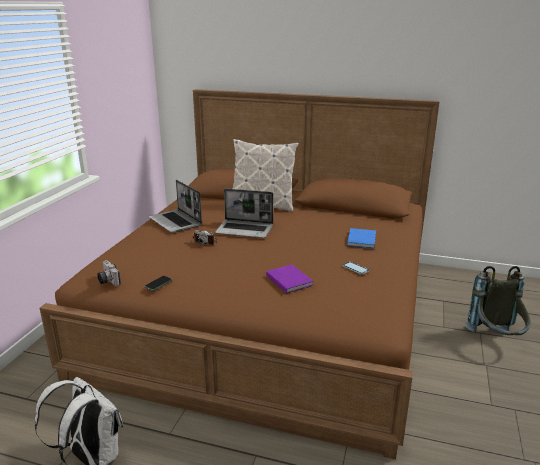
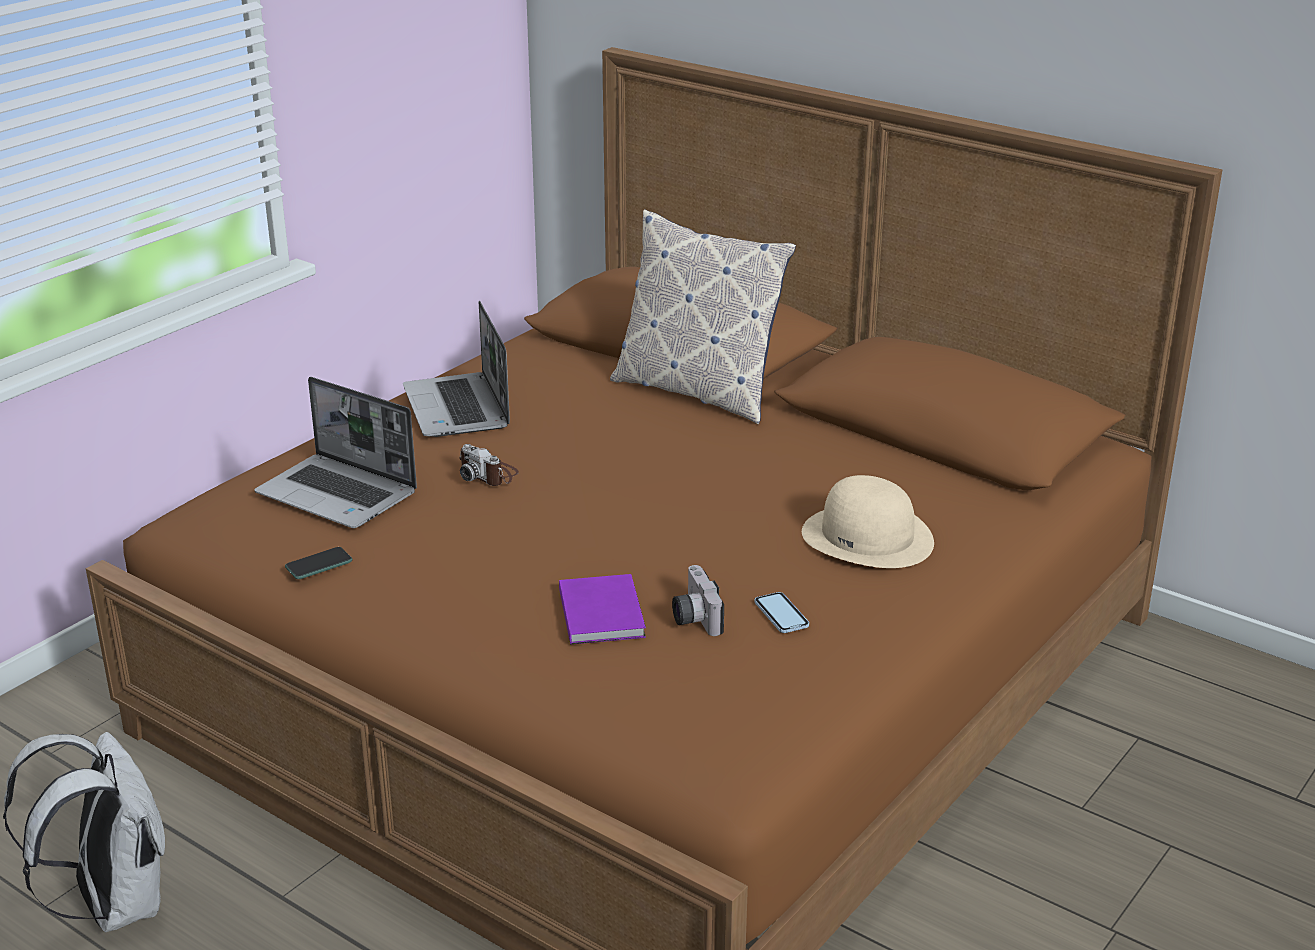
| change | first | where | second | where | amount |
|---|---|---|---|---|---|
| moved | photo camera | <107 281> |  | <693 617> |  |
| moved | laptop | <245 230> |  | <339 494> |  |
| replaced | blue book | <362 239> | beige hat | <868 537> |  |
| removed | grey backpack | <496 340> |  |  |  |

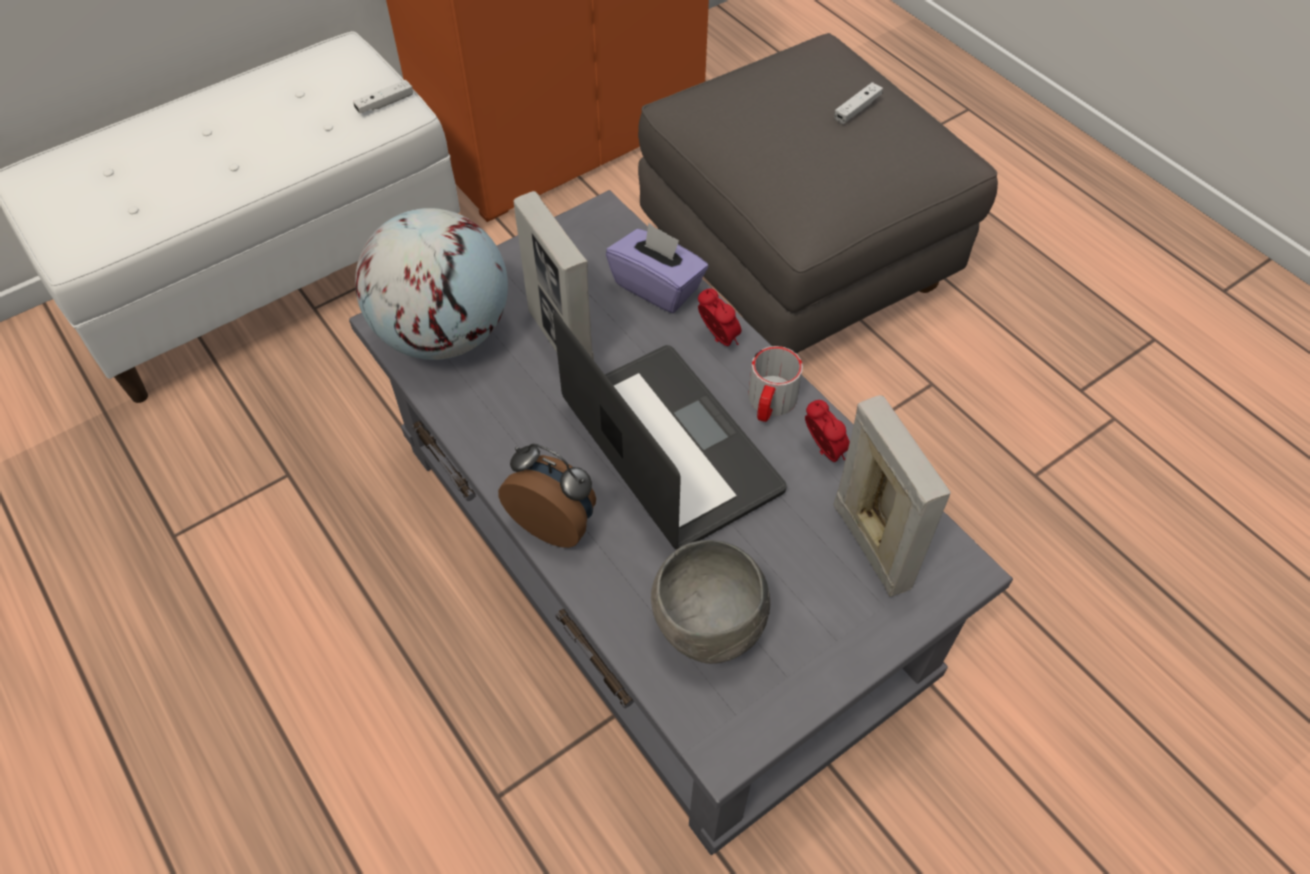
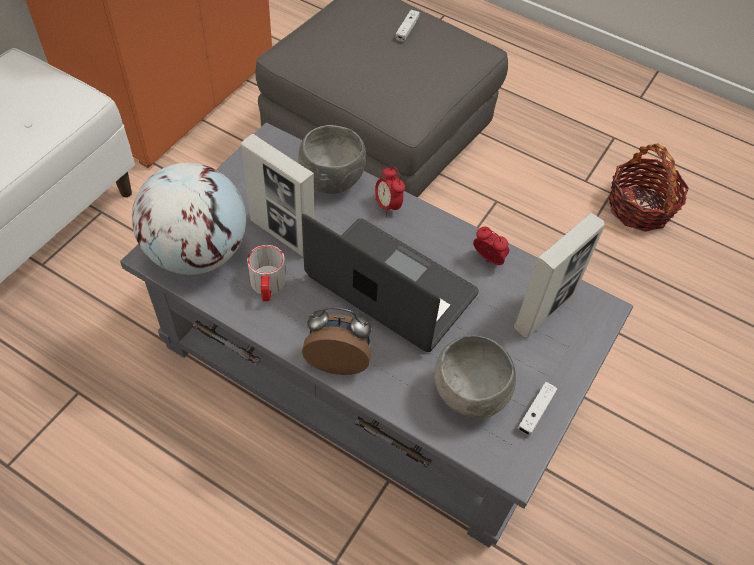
| change | first | where | second | where | amount |
|---|---|---|---|---|---|
| moved | white game controller | <385 103> |  | <536 412> |  |
| replaced | purple tissue box | <657 286> | grey bowl | <331 180> |  |
| turned | alarm clock | <718 339> |  | <388 206> | 150 degrees counterclockwise |
| moved | mug | <770 403> |  | <267 286> |  |
| turned | picture frame | <871 545> |  | <544 311> | 90 degrees clockwise |
| added |  |  | basket | <639 208> |  |

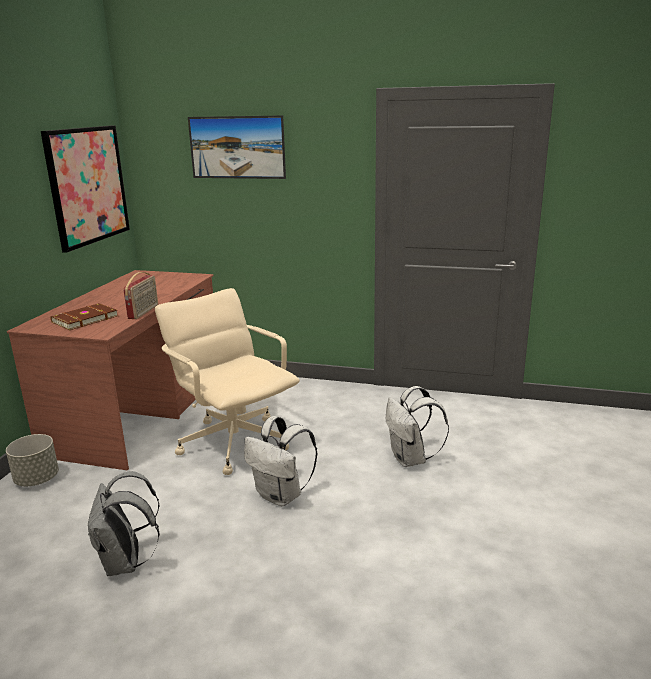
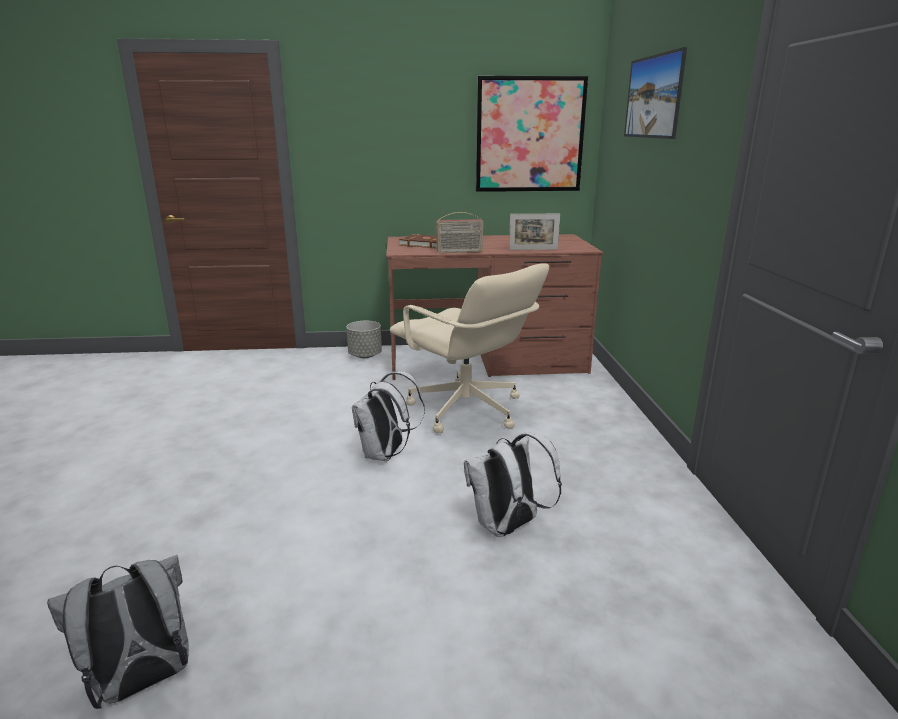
| change | first | where | second | where | amount |
|---|---|---|---|---|---|
| moved | grey backpack | <126 563> |  | <142 683> |  |
| turned | beige office chair | <234 442> |  | <466 410> | 105 degrees clockwise |
| added |  |  | picture frame | <533 249> |  |

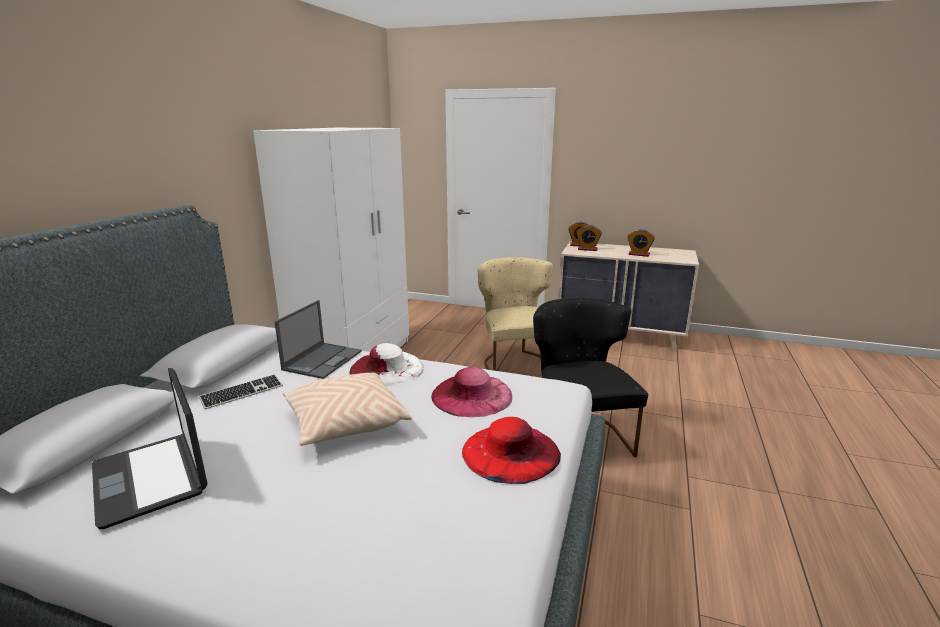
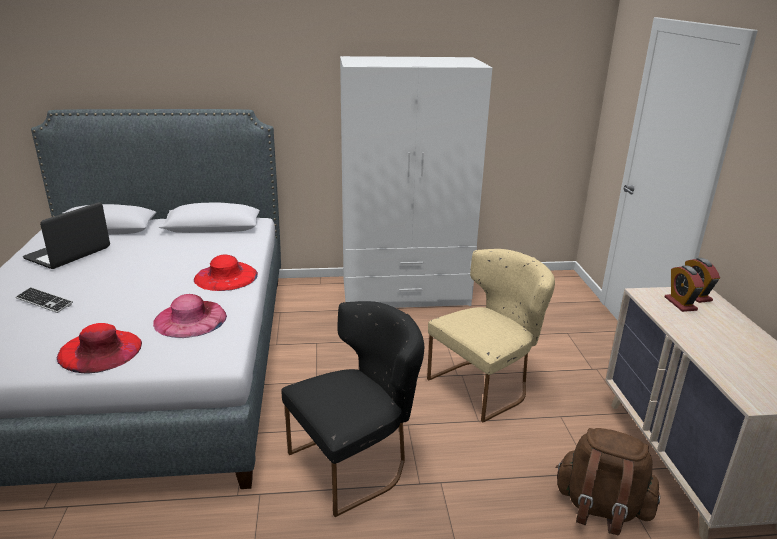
| change | first | where | second | where | amount |
|---|---|---|---|---|---|
| moved | keyboard | <242 393> |  | <44 301> |  |
| removed | laptop | <323 360> |  |  |  |
| removed | beige pillow | <345 423> |  |  |  |
| recoloured | white hat | <386 369> | red hat | <226 276> |  |
| removed | alarm clock | <639 254> |  |  |  |
| added |  |  | brown backpack | <601 508> |  |

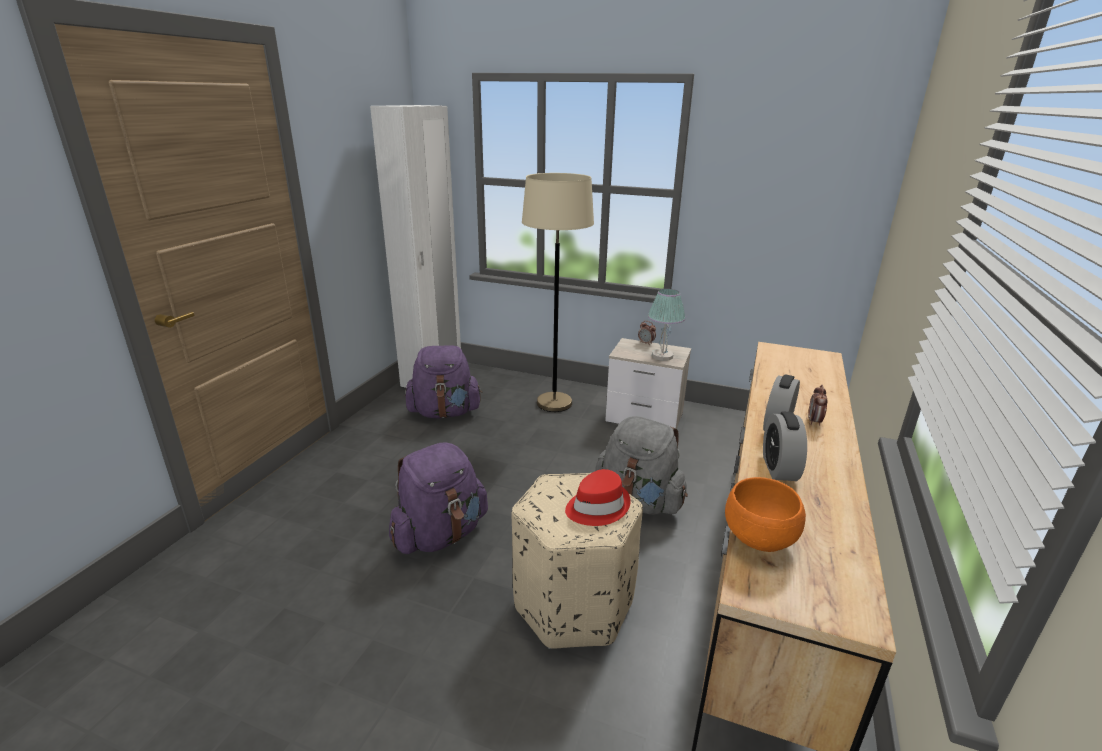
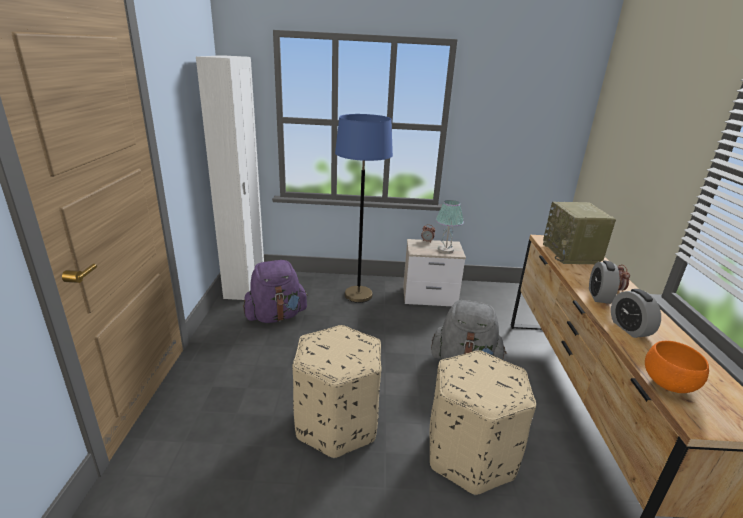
| change | first | where | second | where | amount |
|---|---|---|---|---|---|
| replaced | purple backpack | <440 534> | beige ottoman | <337 423> |  |
| recoloured | beige floor lamp | <554 403> | blue floor lamp | <358 295> |  |
| removed | red hat | <597 507> |  |  |  |
| added |  |  | radio | <572 254> |  |

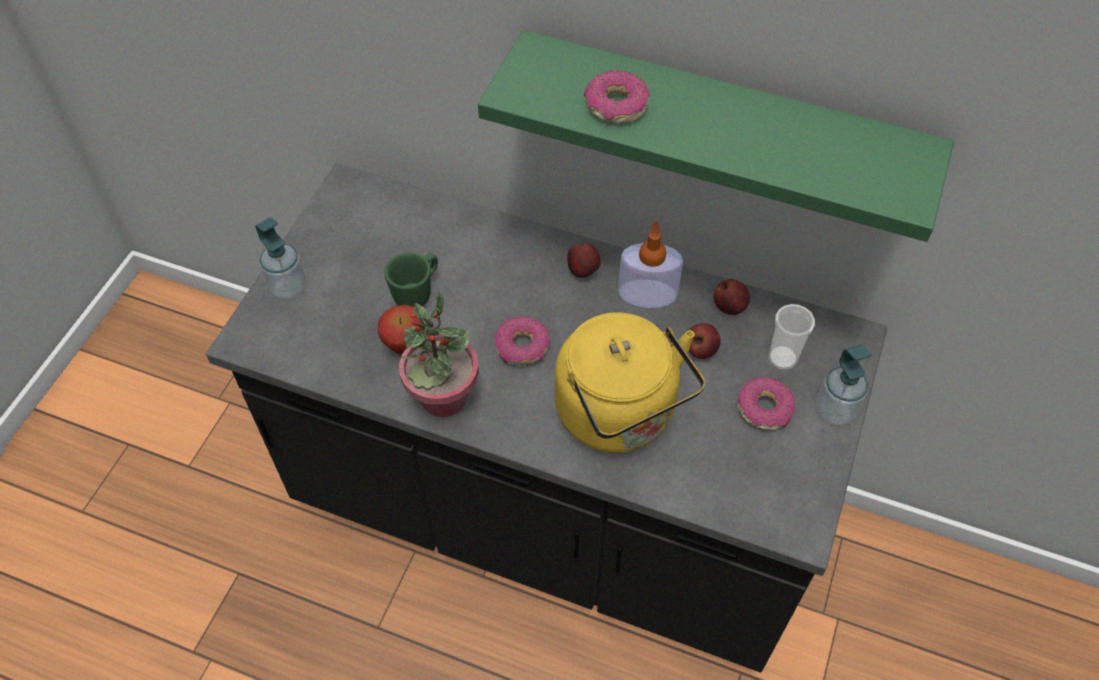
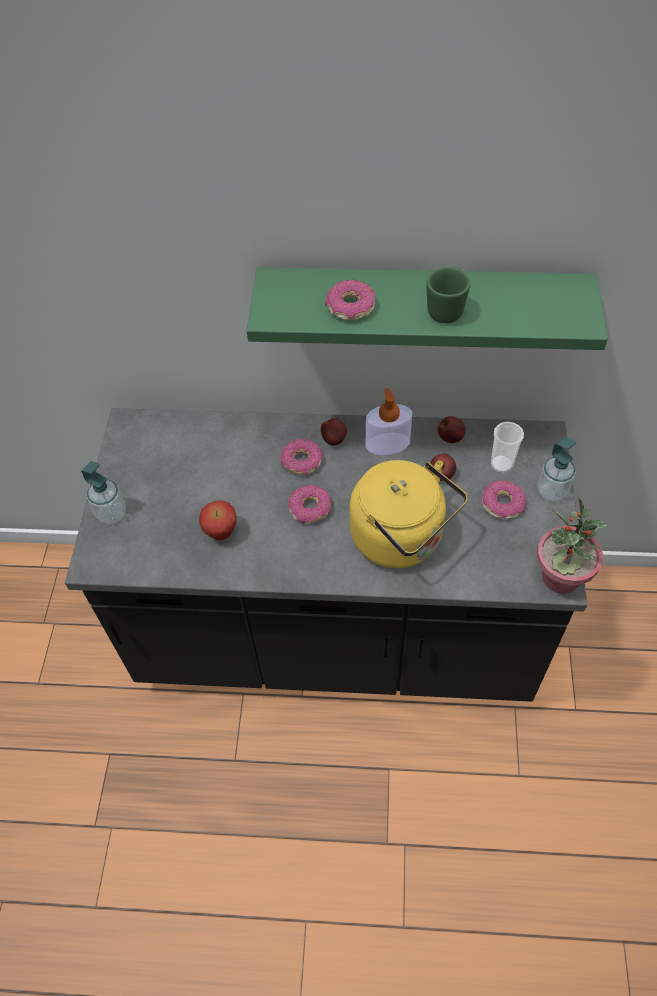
| change | first | where | second | where | amount |
|---|---|---|---|---|---|
| moved | green mug | <417 292> |  | <447 308> |  |
| moved | potted plant | <443 398> |  | <560 578> |  |
| added |  |  | donut | <302 462> |  |

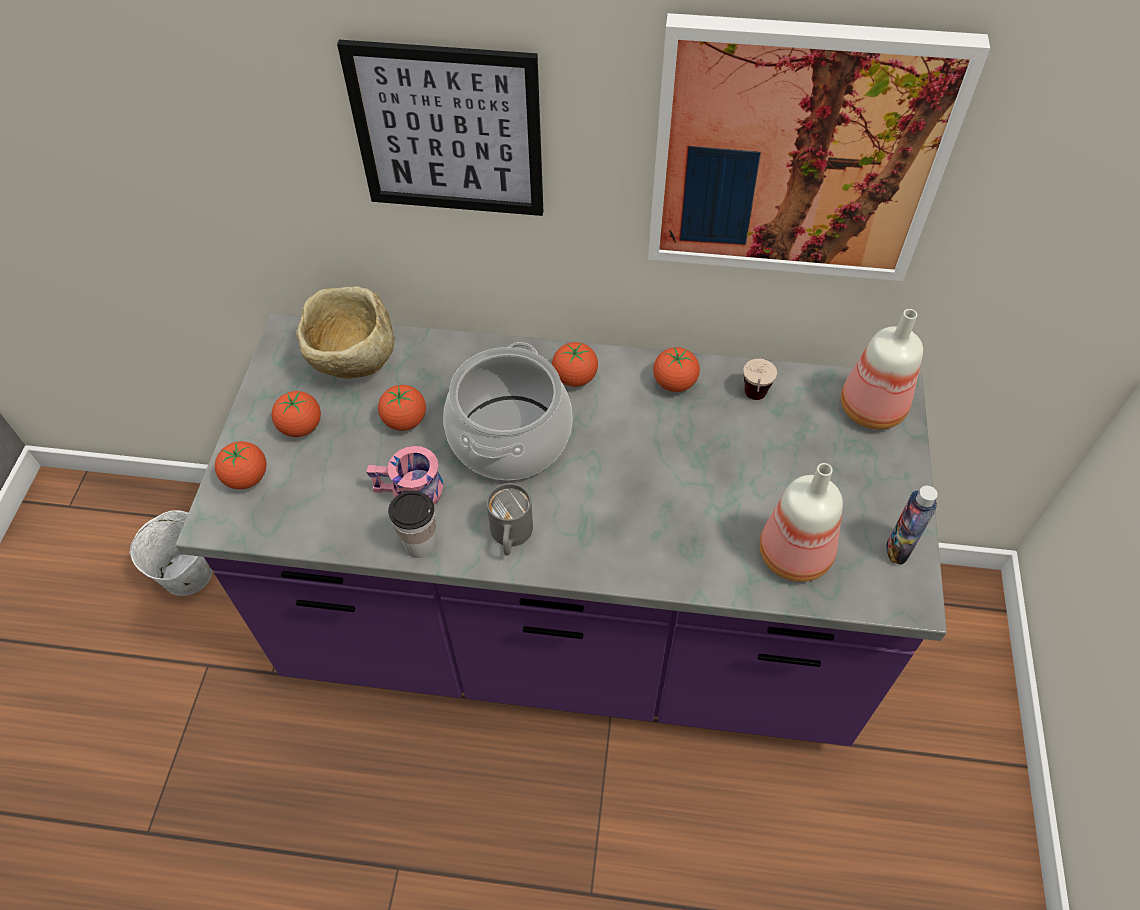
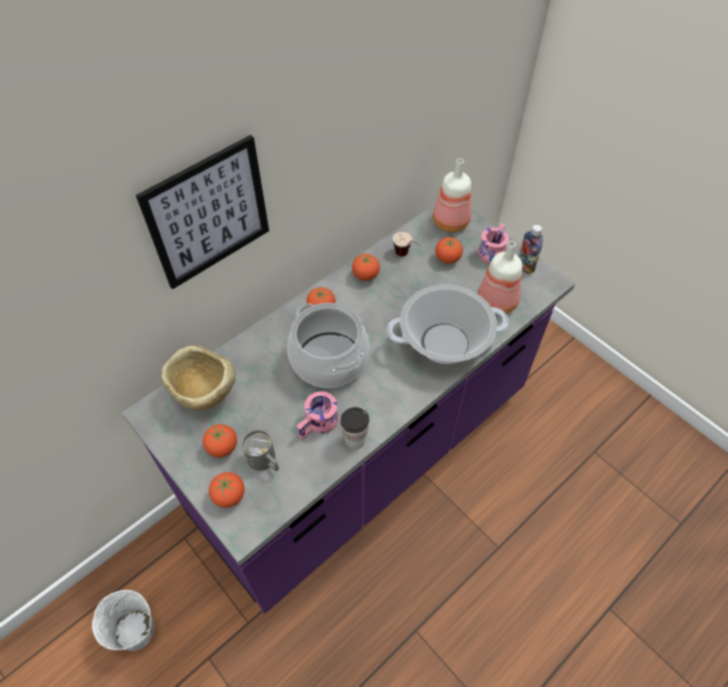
| change | first | where | second | where | amount |
|---|---|---|---|---|---|
| moved | tomato | <405 420> |  | <447 259> |  |
| moved | grey mug | <510 537> |  | <265 462> |  |
| removed | picture | <797 153> |  |  |  |
| added |  |  | cooking pot | <444 343> |  |
| added |  |  | pink mug | <490 251> |  |

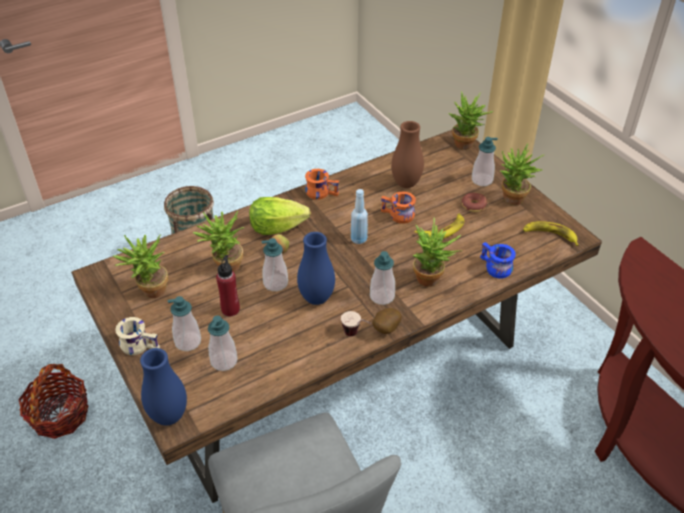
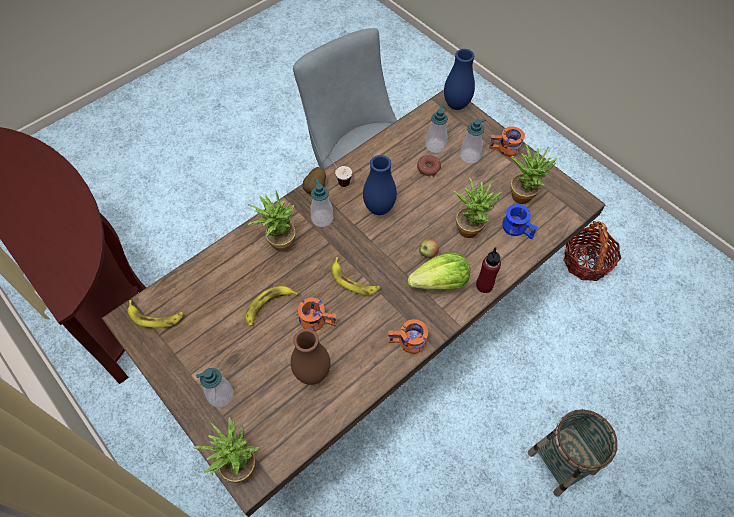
| change | first | where | second | where | amount |
|---|---|---|---|---|---|
| recoloured | beige mug | <140 344> | orange mug | <505 149> |  |
| moved | red bottle | <230 309> |  | <484 285> |  |
| removed | soap dispenser | <275 283> |  |  |  |
| replaced | blue bottle | <358 239> | banana | <354 280> |  |
| moved | donut | <473 205> |  | <428 168> |  |
| moved | blue mug | <494 268> |  | <518 227> |  |
| removed | potted plant | <512 201> |  |  |  |

